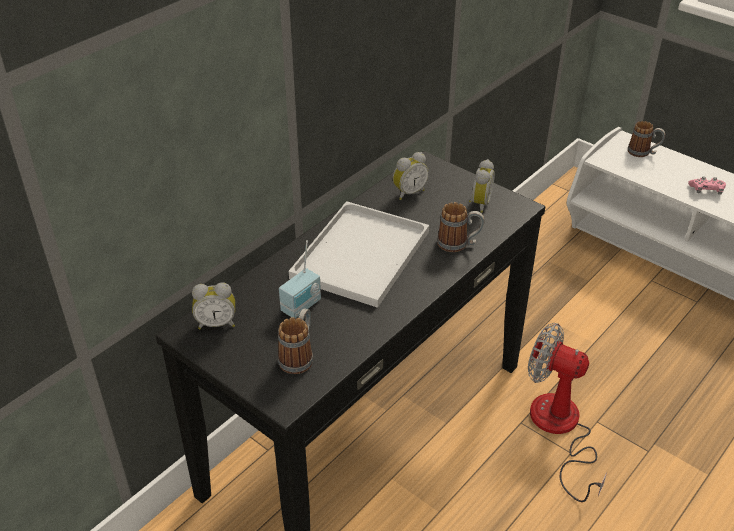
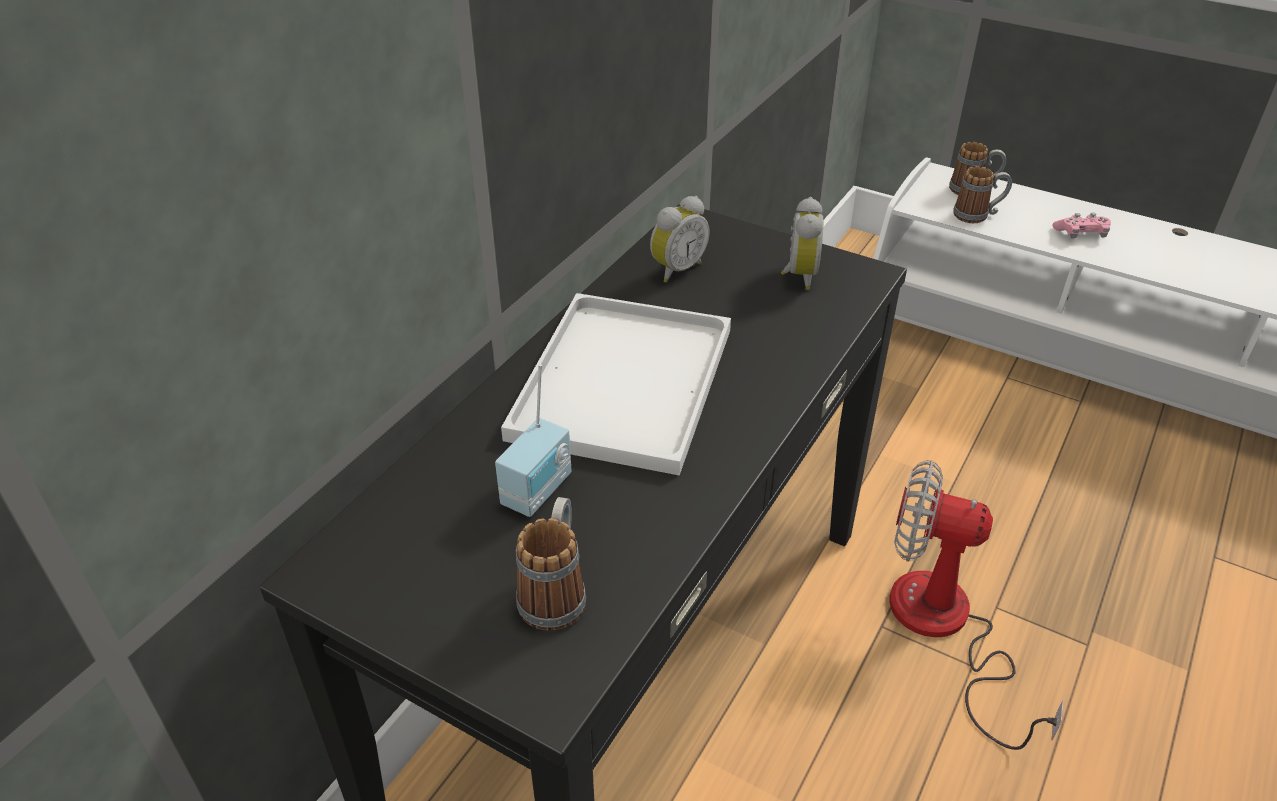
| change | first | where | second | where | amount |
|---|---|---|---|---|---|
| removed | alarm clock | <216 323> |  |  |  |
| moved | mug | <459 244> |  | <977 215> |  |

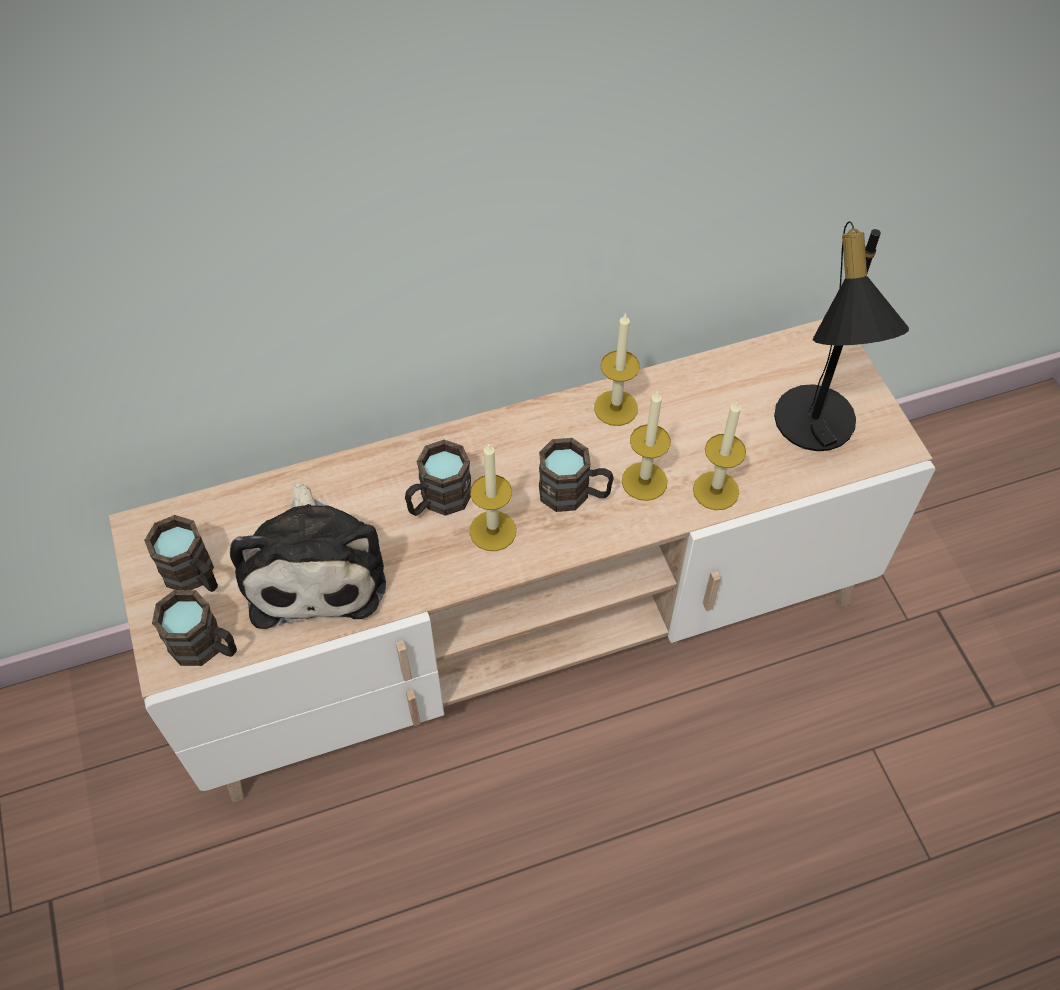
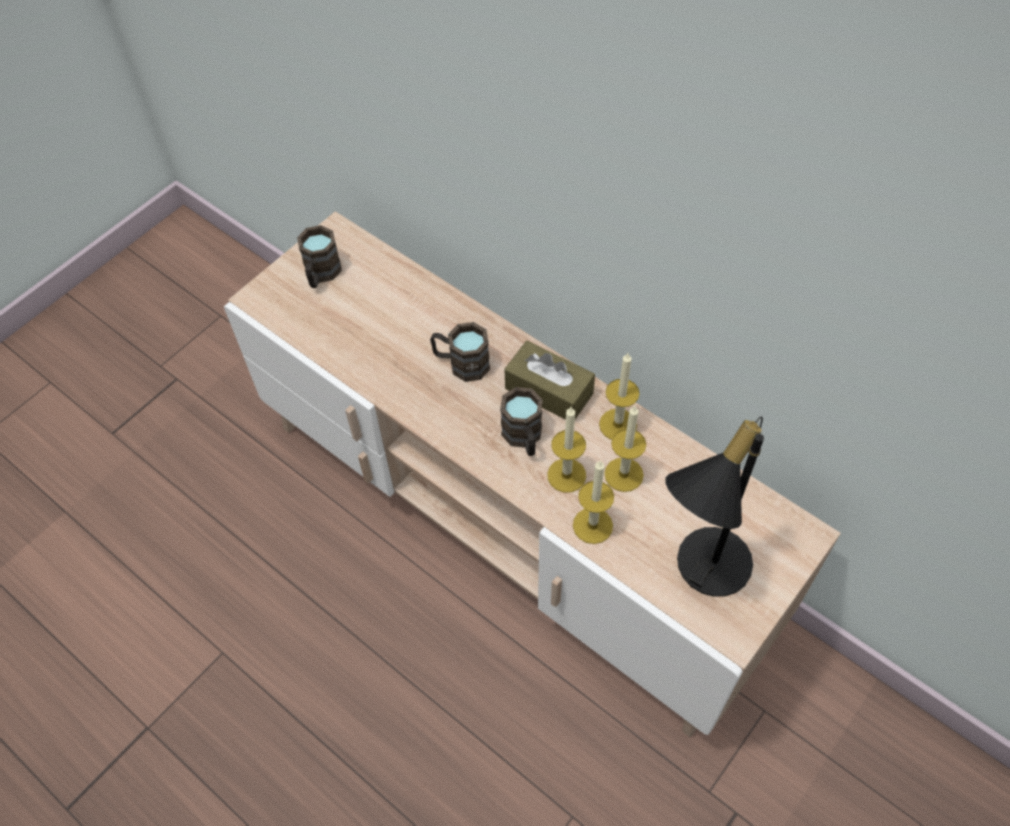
| change | first | where | second | where | amount |
|---|---|---|---|---|---|
| removed | brown mug | <206 646> |  |  |  |
| removed | plush toy | <315 567> |  |  |  |
| moved | candle | <493 531> |  | <623 474> |  |
| added |  |  | brown tissue box | <549 391> |  |

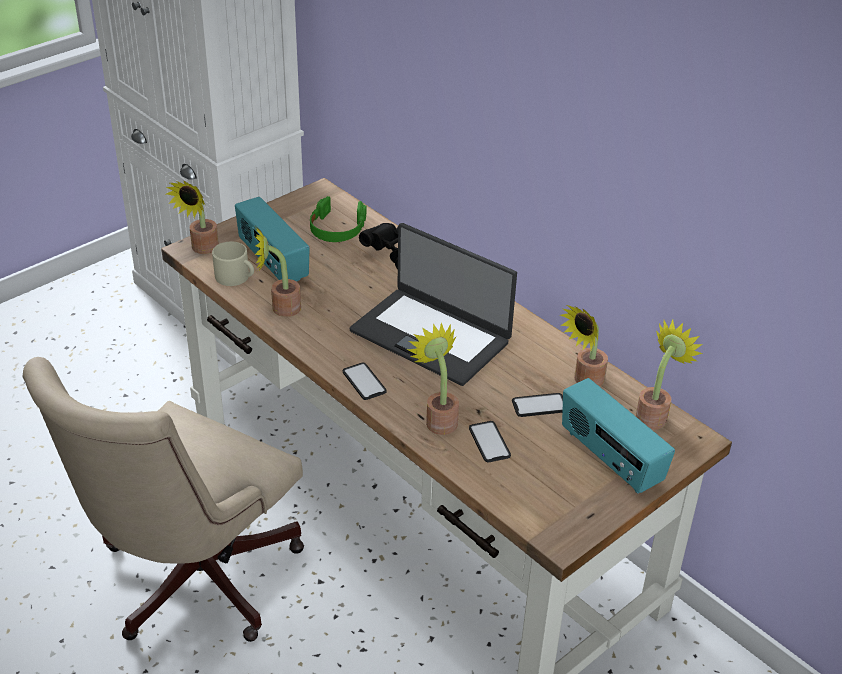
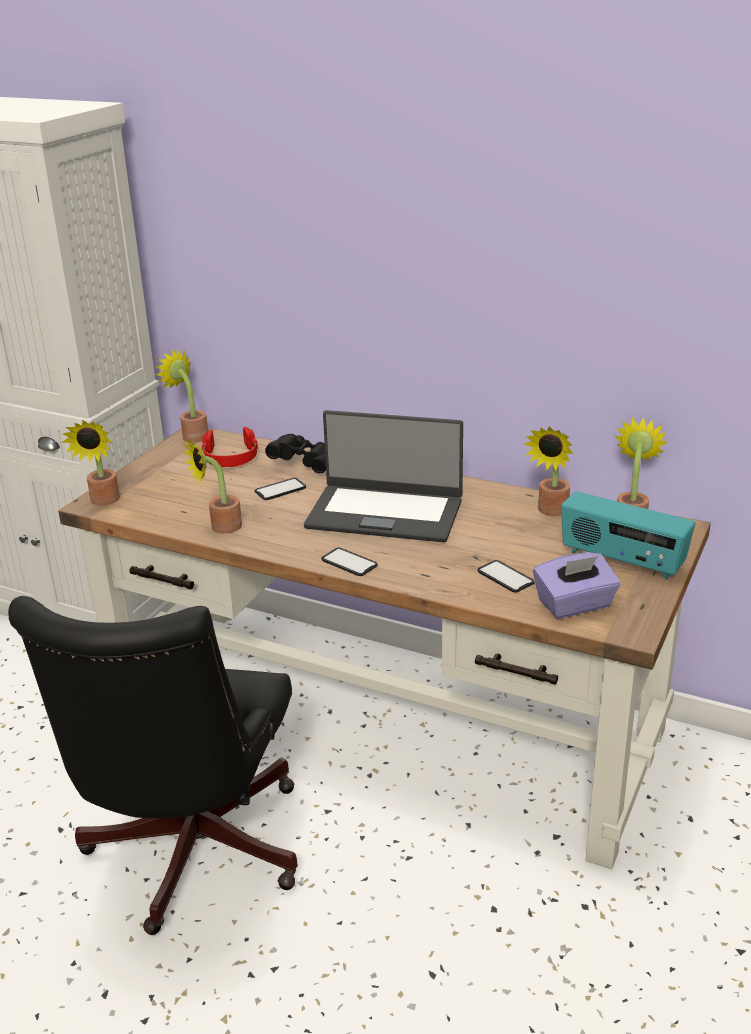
| change | first | where | second | where | amount |
|---|---|---|---|---|---|
| recoloured | beige office chair | <190 582> | black office chair | <189 856> |  |
| removed | beige mug | <236 277> |  |  |  |
| removed | radio | <272 262> |  |  |  |
| recoloured | green headphones | <337 228> | red headphones | <230 457> |  |
| moved | potted plant | <438 419> |  | <192 435> |  |
| moved | phone | <539 406> |  | <280 490> |  |
| added |  |  | purple tissue box | <575 605> |  |

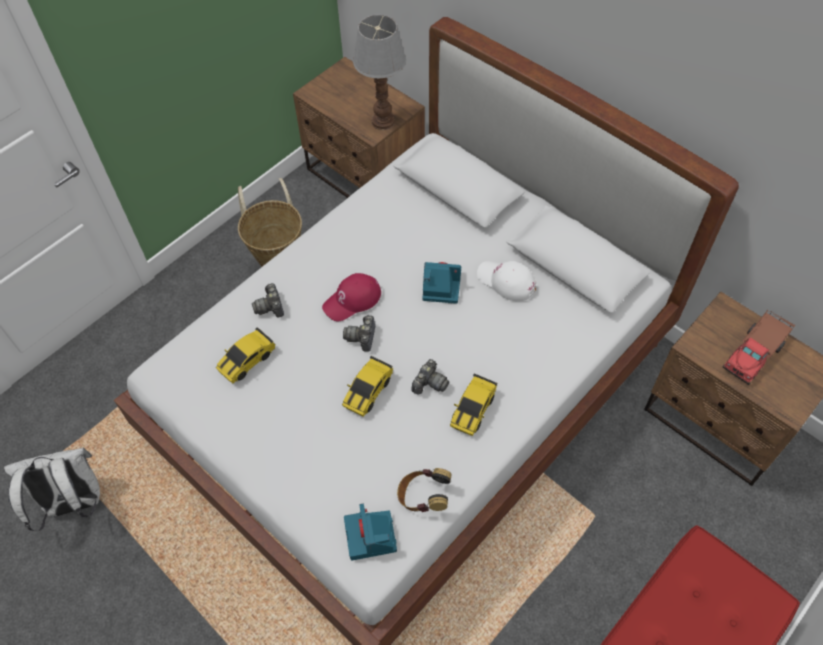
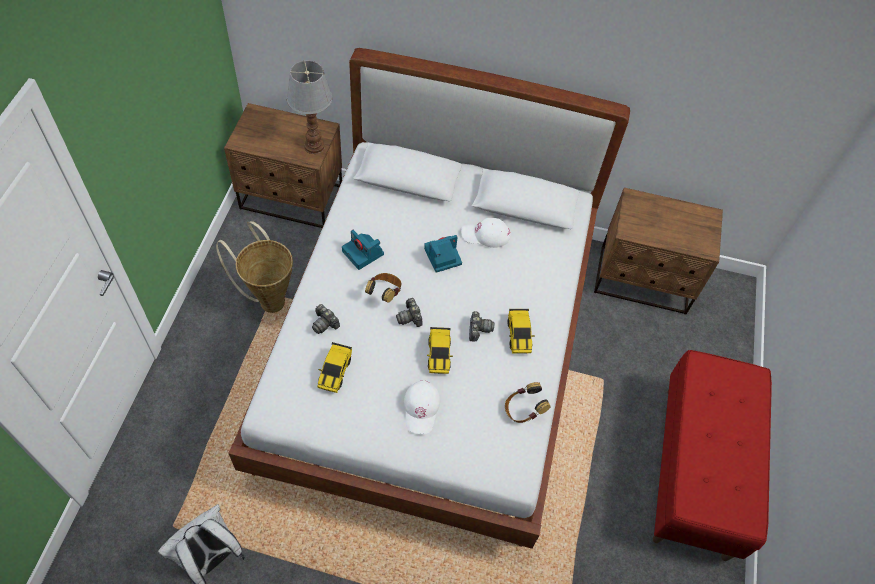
| change | first | where | second | where | amount |
|---|---|---|---|---|---|
| replaced | red cap | <352 300> | headphones | <384 293> |  |
| moved | photo camera | <371 537> |  | <364 253> |  |
| removed | toy truck | <755 352> |  |  |  |
| added |  |  | white cap | <421 408> |  |

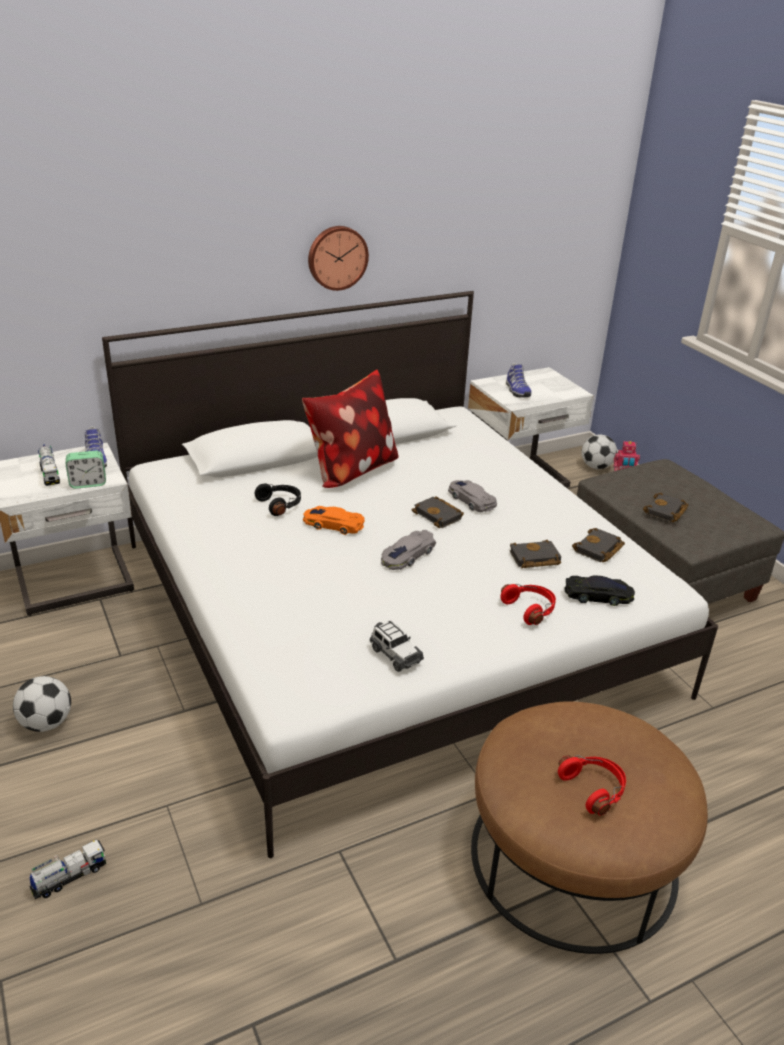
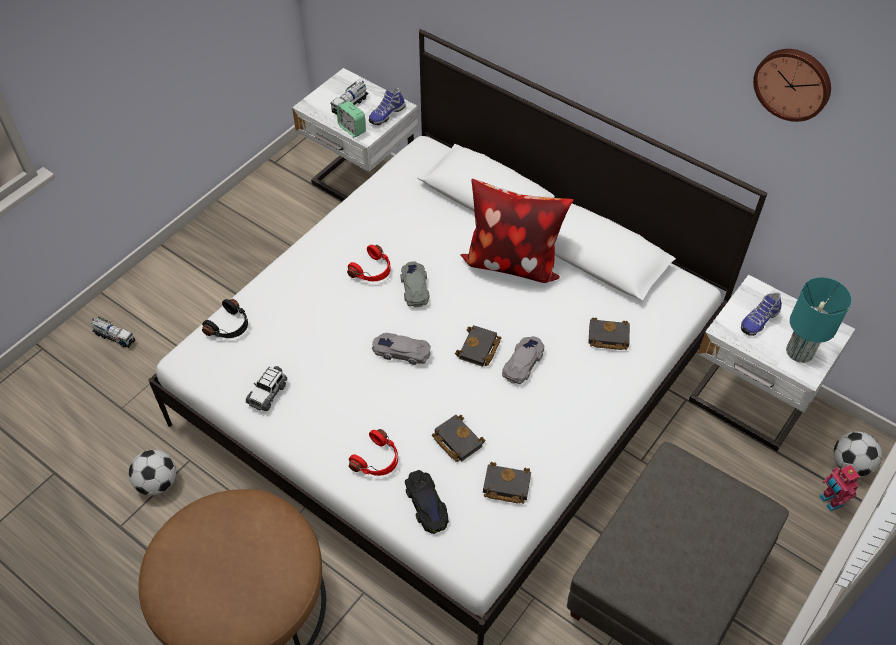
| change | first | where | second | where | amount |
|---|---|---|---|---|---|
| moved | football | <47 723> |  | <158 483> |  |
| moved | black headphones | <280 504> |  | <230 326> |  |
| recoloured | orange toy car | <333 524> | grey toy car | <415 287> |  |
| moved | wall clock | <337 257> |  | <793 83> |  |
| moved | red headphones | <594 789> |  | <372 271> |  |
| moved | black book | <666 512> |  | <607 337> |  |
| added |  |  | turquoise table lamp | <798 352> |  |

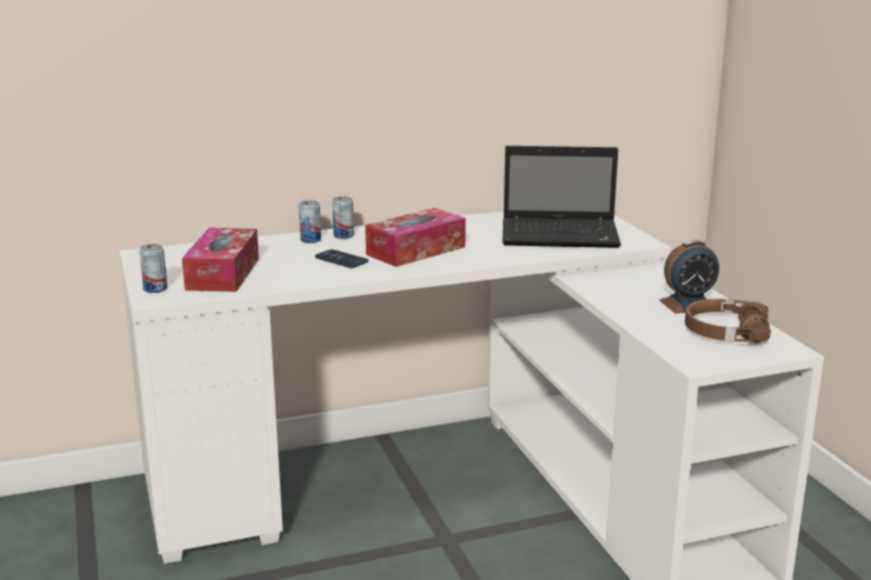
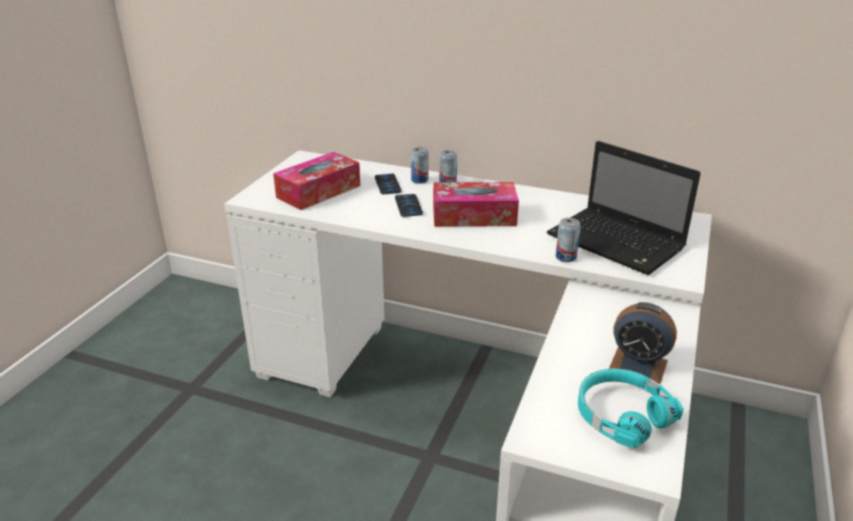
| change | first | where | second | where | amount |
|---|---|---|---|---|---|
| moved | can | <155 289> |  | <565 257> |  |
| recoloured | brown headphones | <725 332> | turquoise headphones | <621 415> |  |
| added |  |  | phone | <387 185> |  |

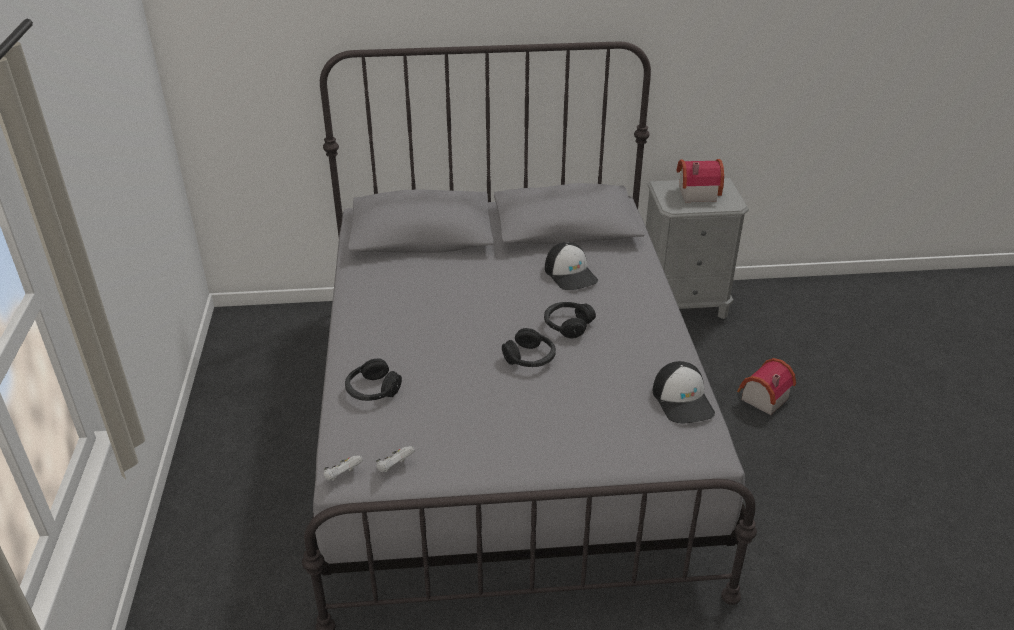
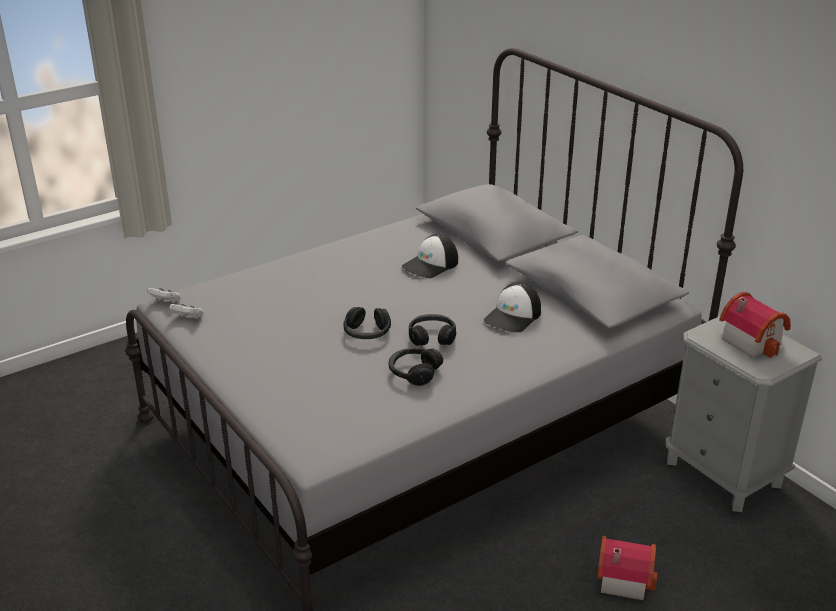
| change | first | where | second | where | amount |
|---|---|---|---|---|---|
| moved | black headphones | <372 390> |  | <414 372> |  |
| moved | cap | <683 400> |  | <431 265> |  |

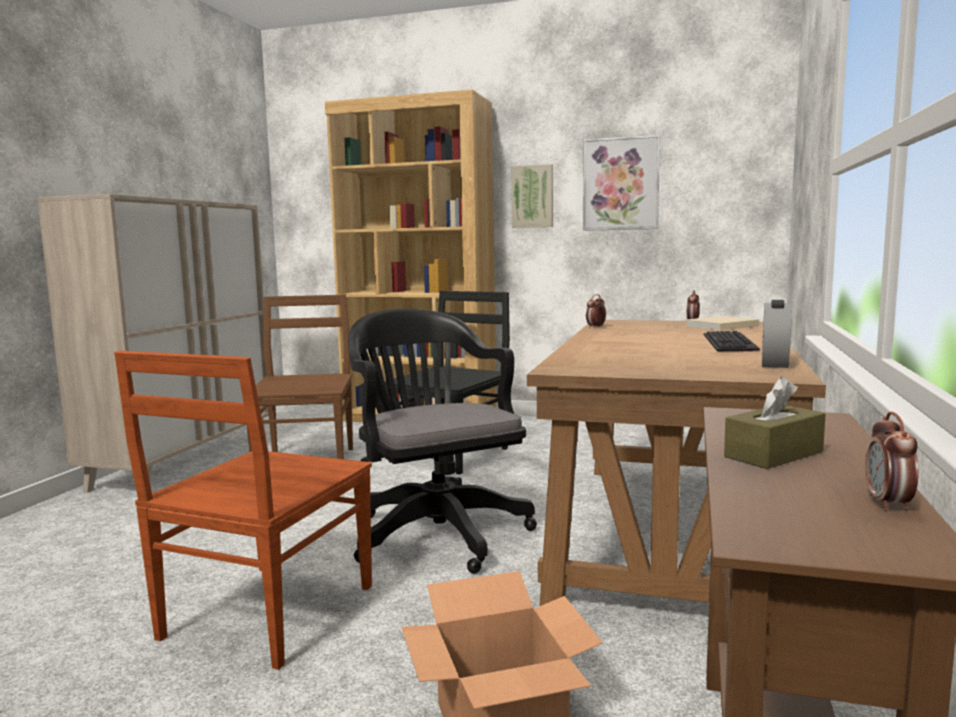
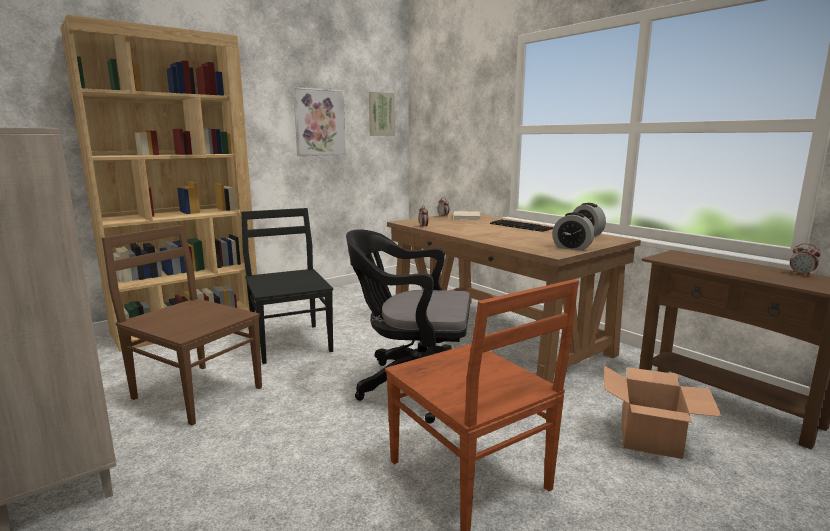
| change | first | where | second | where | amount |
|---|---|---|---|---|---|
| moved | picture | <532 196> |  | <380 114> |  |
| removed | brown tissue box | <773 454> |  |  |  |
| added |  |  | alarm clock | <572 248> |  |

